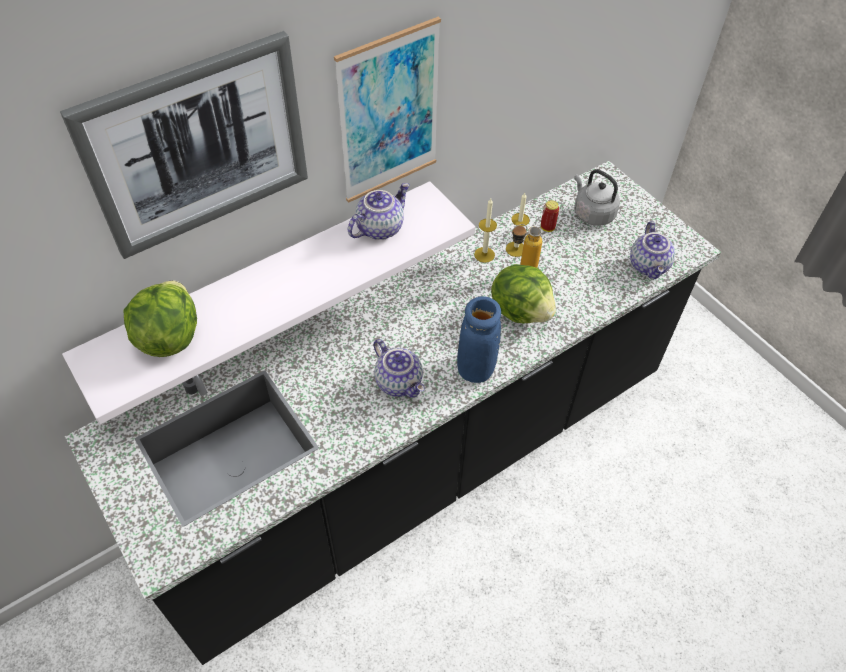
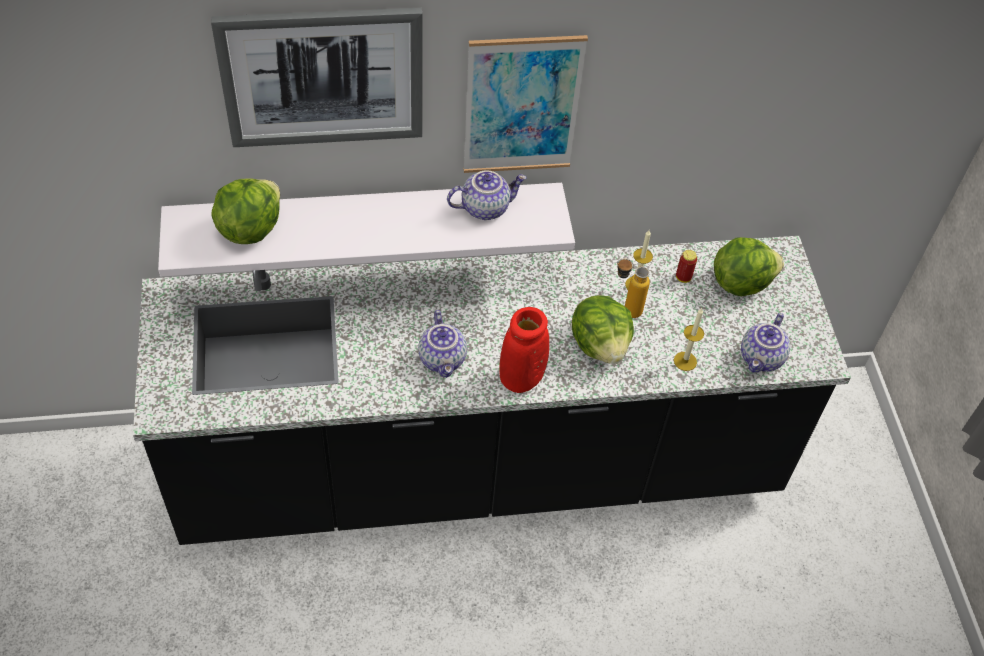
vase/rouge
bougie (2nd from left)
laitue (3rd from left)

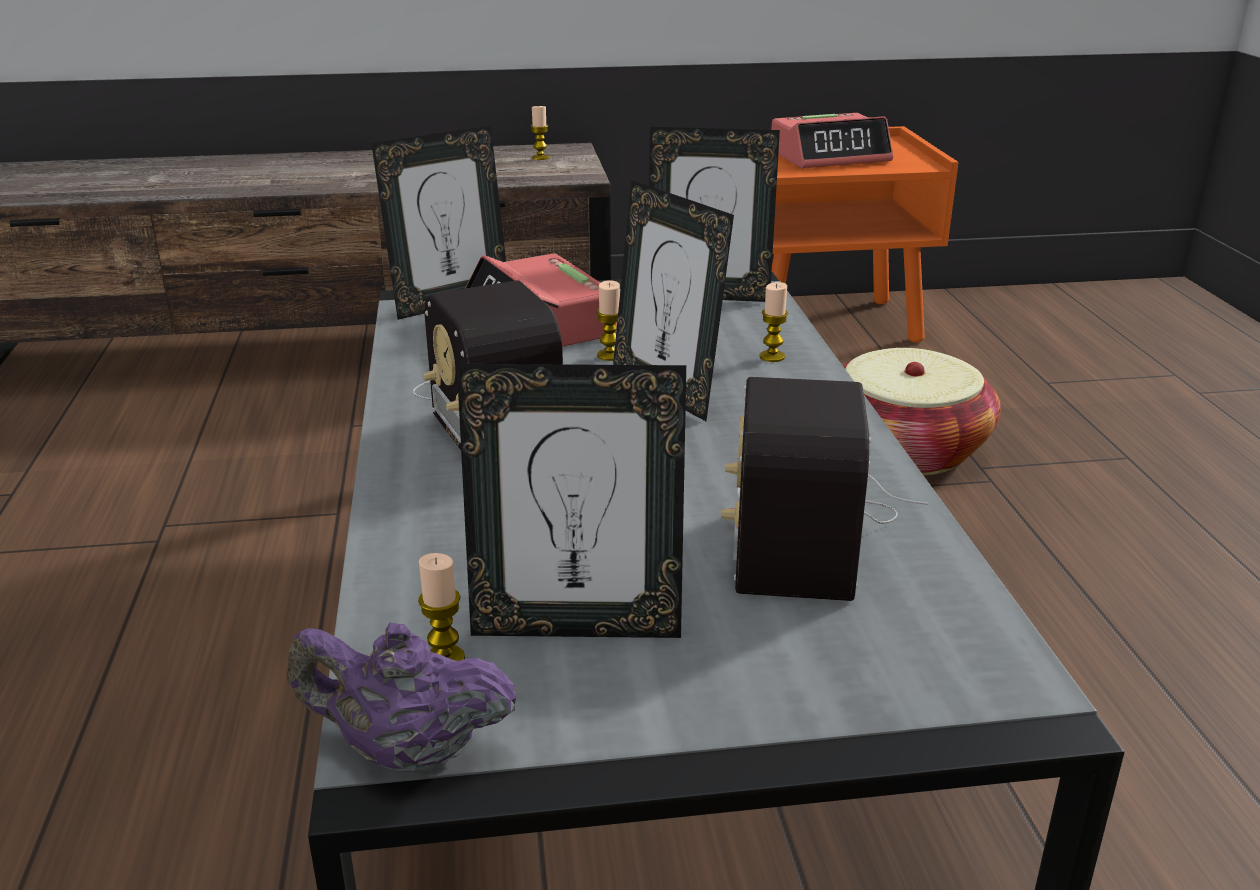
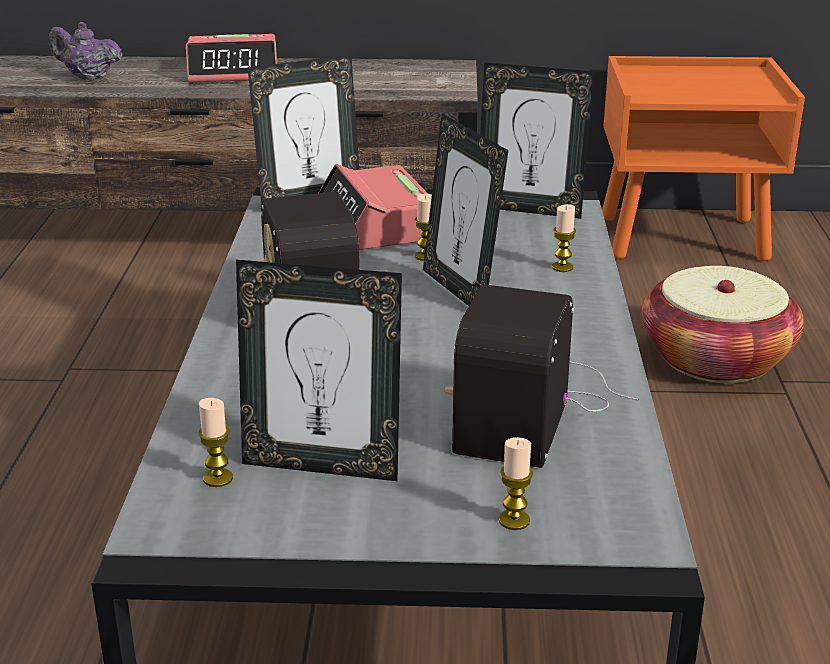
théière/violet
réveil (1st from left)
bougie (3rd from left)

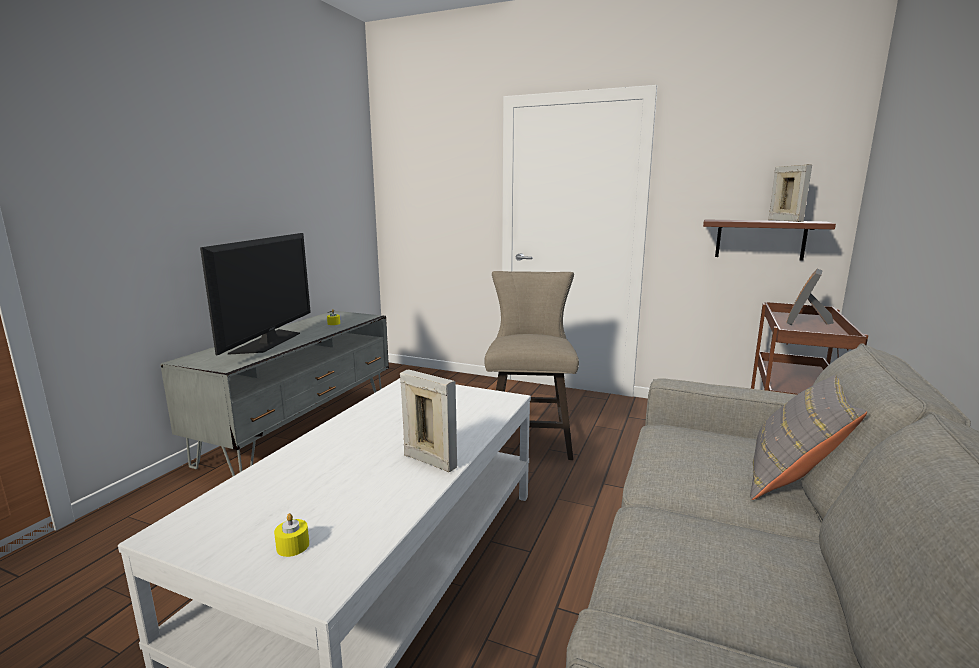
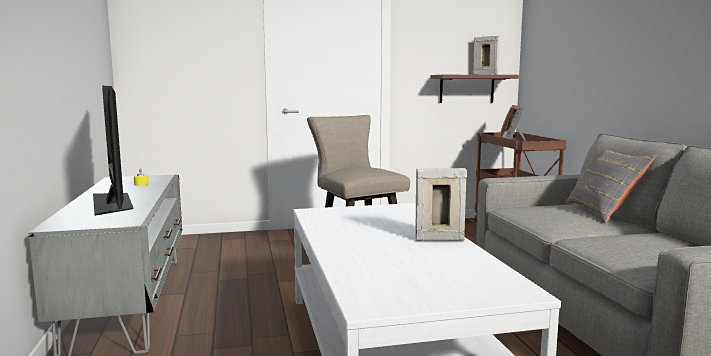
bougie/jaune (1st from left in the first image)

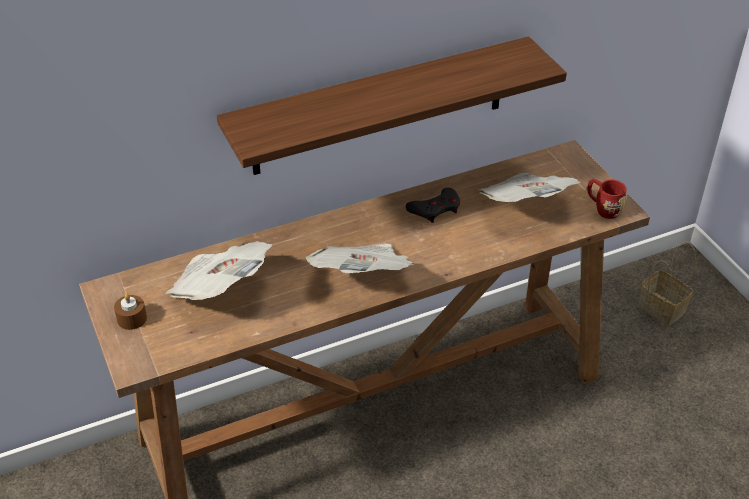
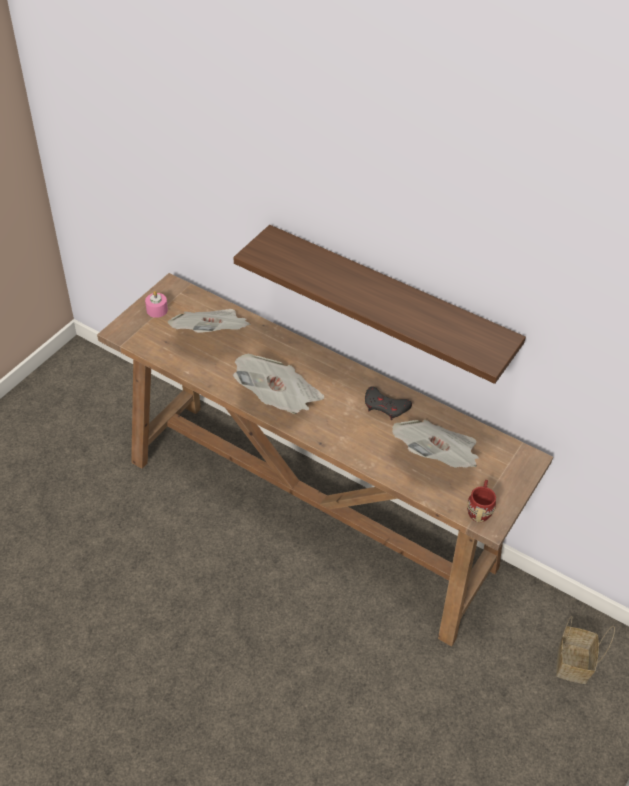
bougie/rose

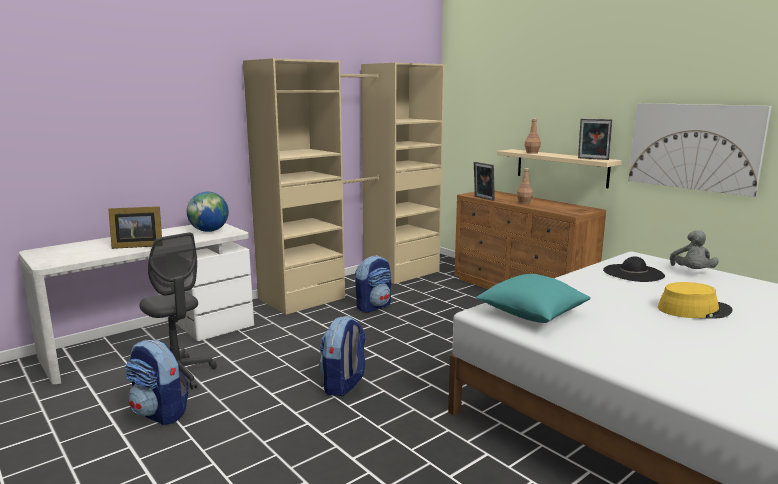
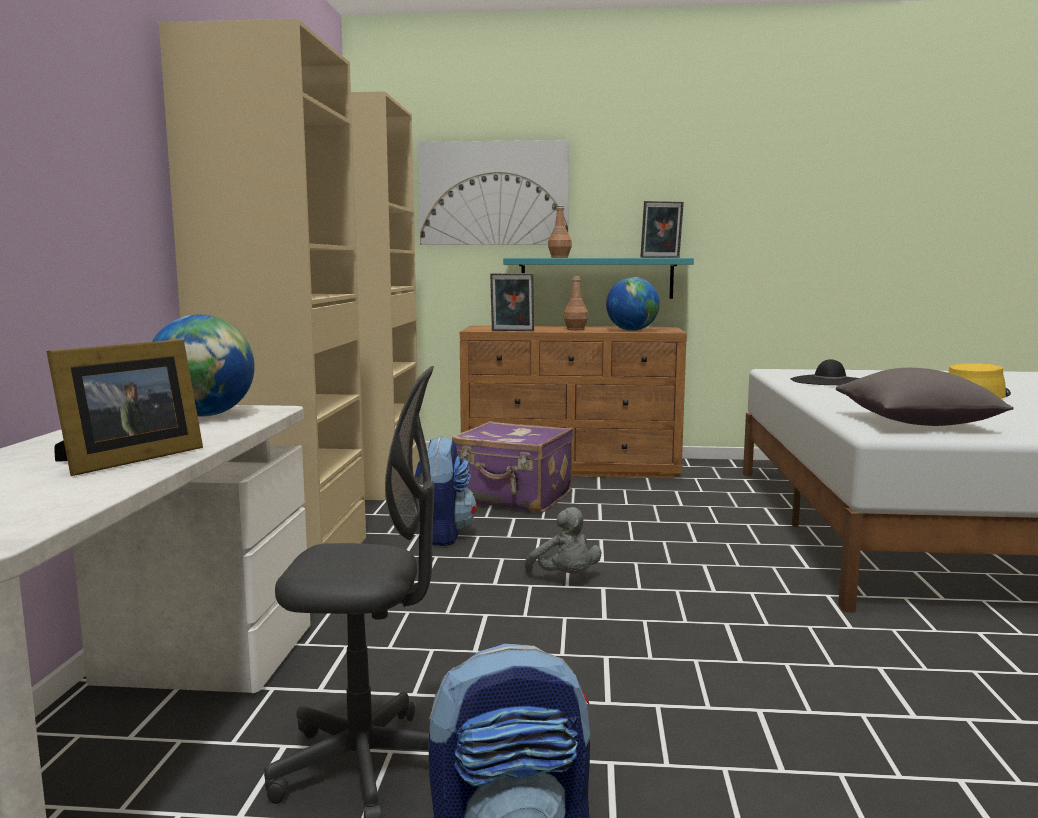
tableau
valise/violet
étagère/turquoise
peluche/gris
globe (2nd from left)
coussin/gris
sac à dos (2nd from left in the first image)

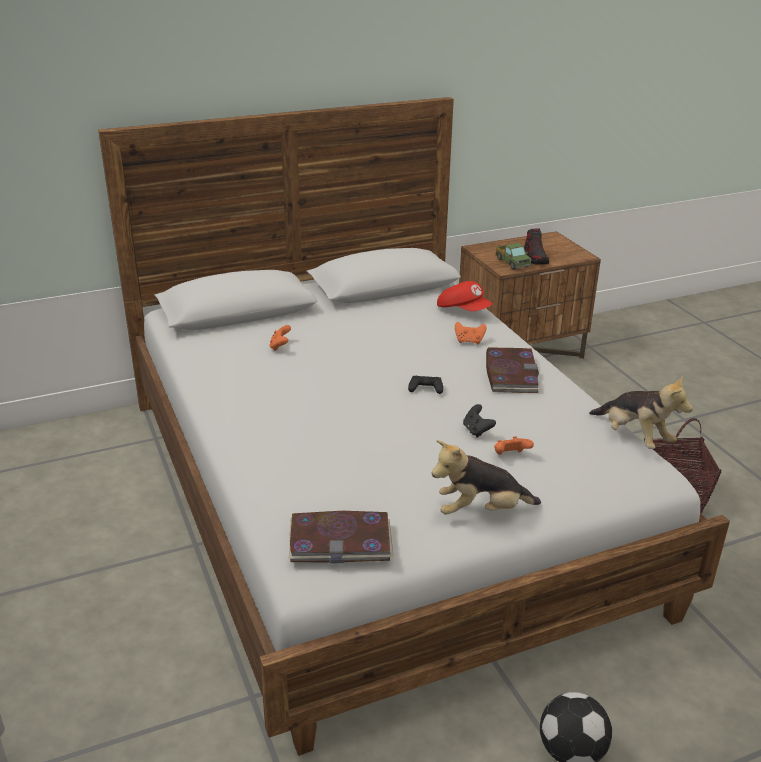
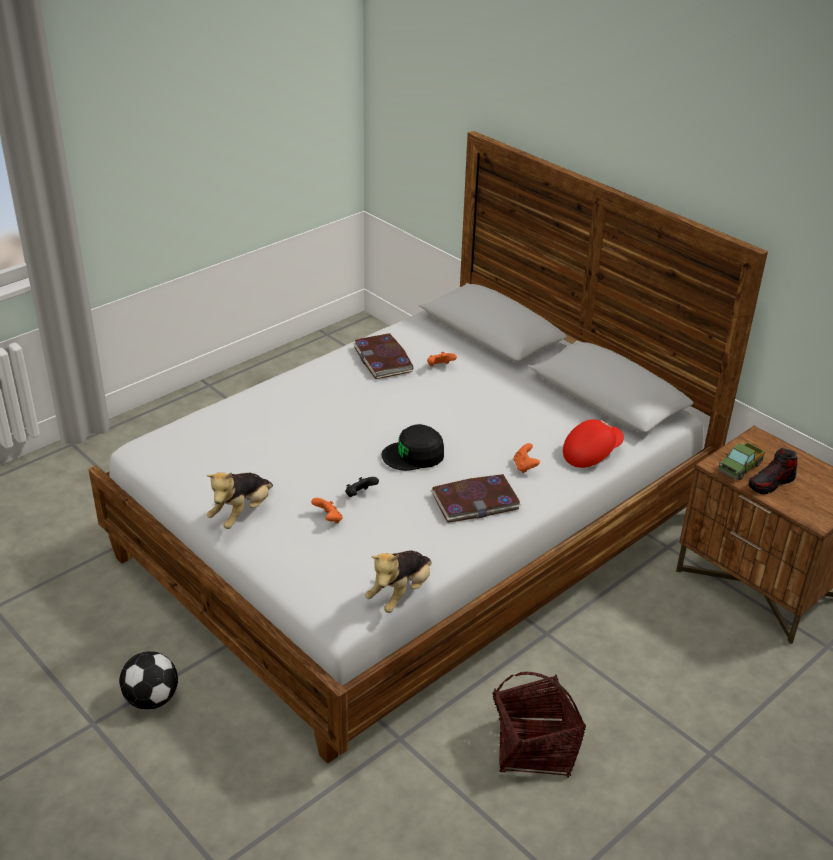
peluche (1st from left)
livre (1st from left)
casquette/noir
casquette/rouge

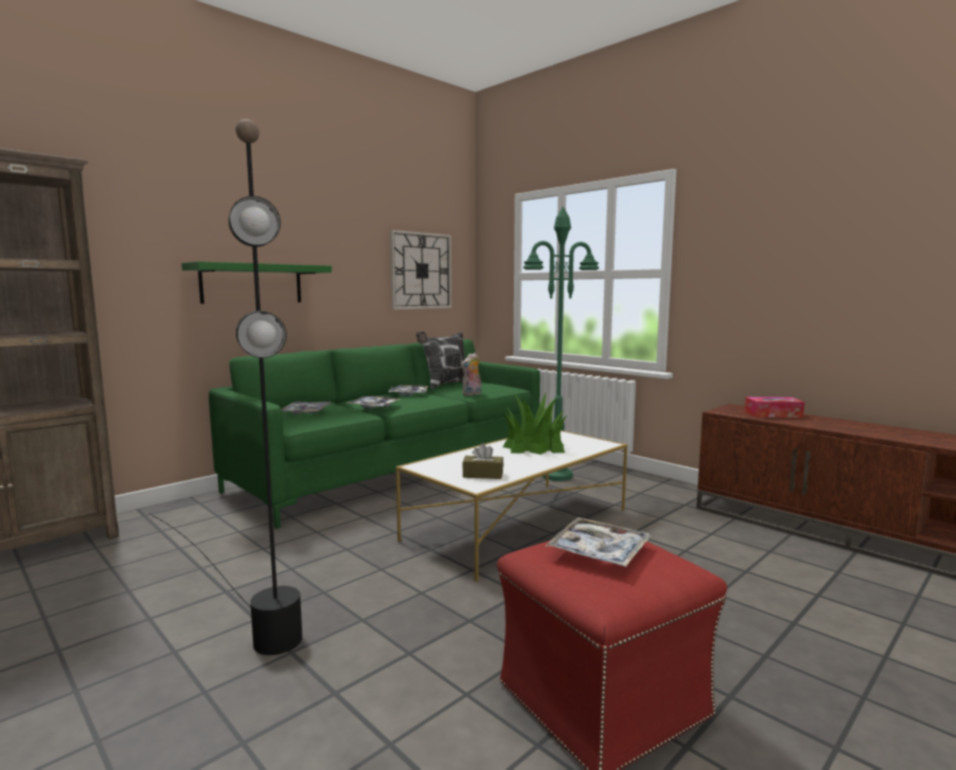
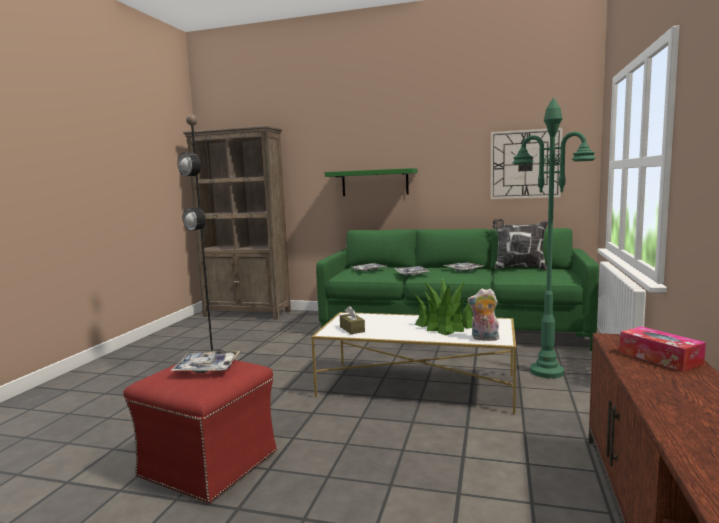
peluche

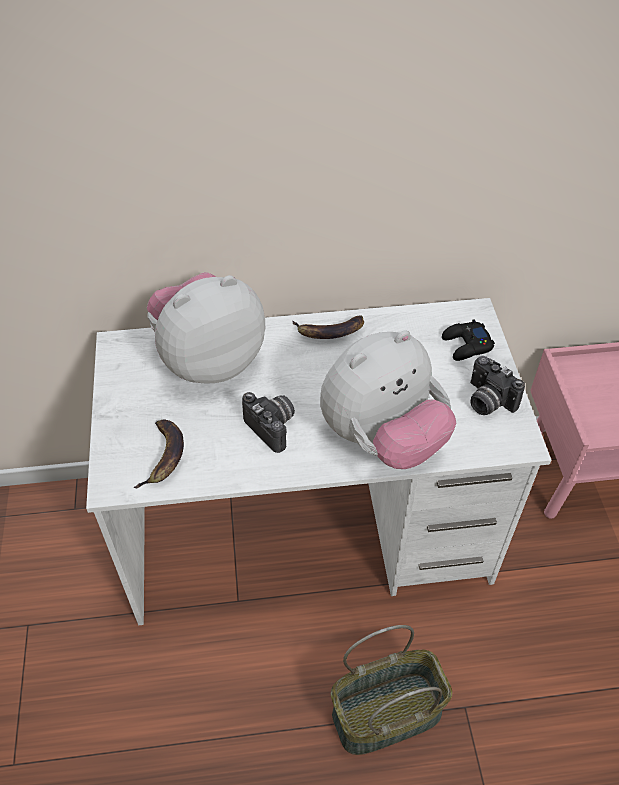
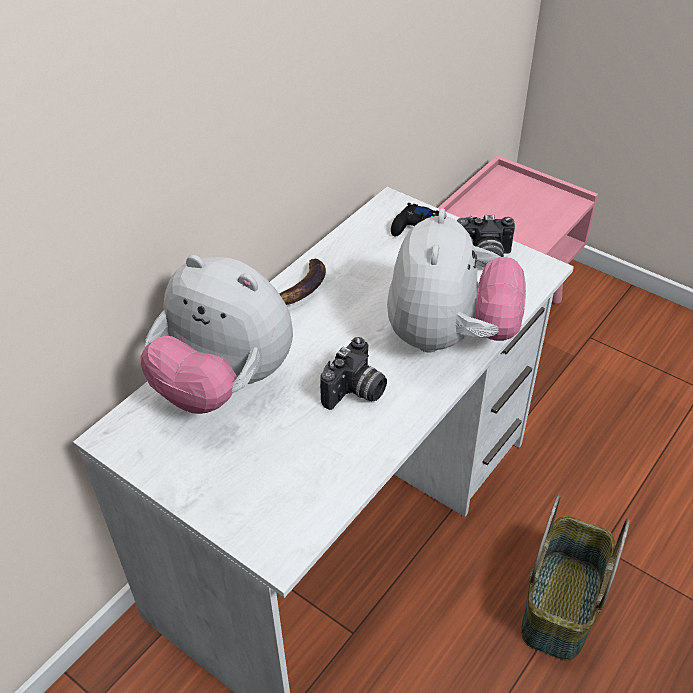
peluche (1st from left)
appareil photo (1st from left)
banane (1st from left in the first image)

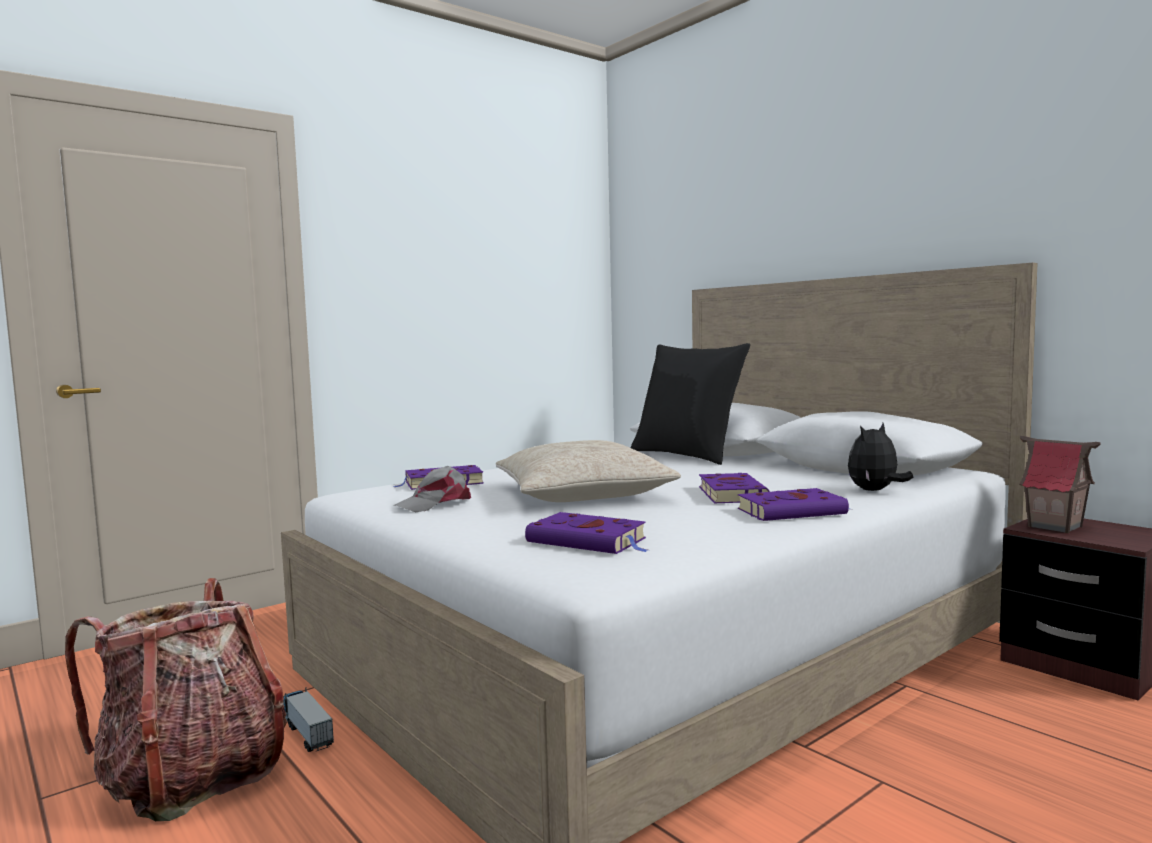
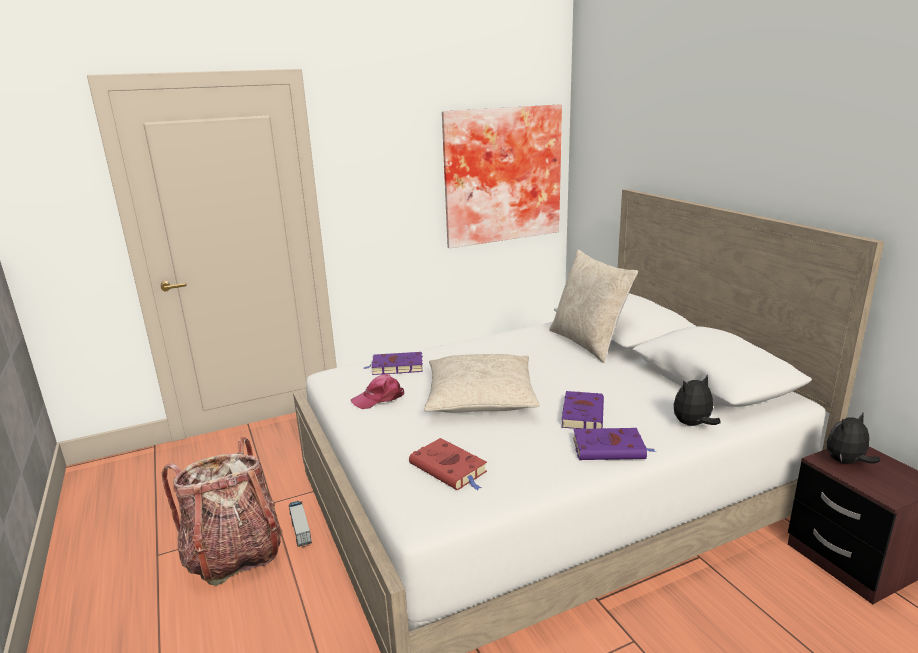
casquette/rose
livre/rouge
tableau
coussin/beige (2nd from left)
peluche (2nd from left)

